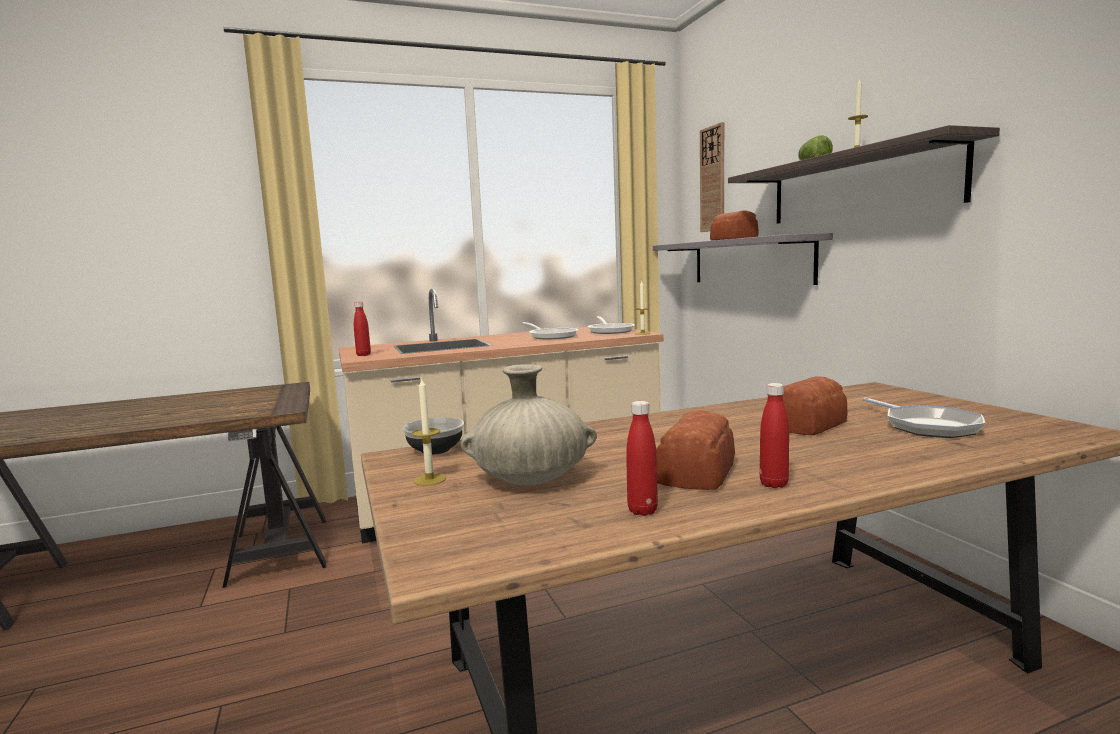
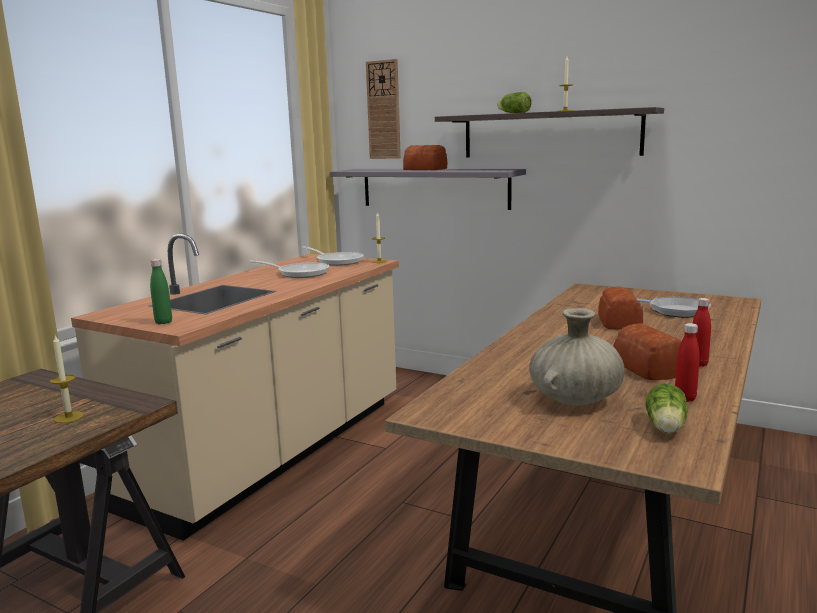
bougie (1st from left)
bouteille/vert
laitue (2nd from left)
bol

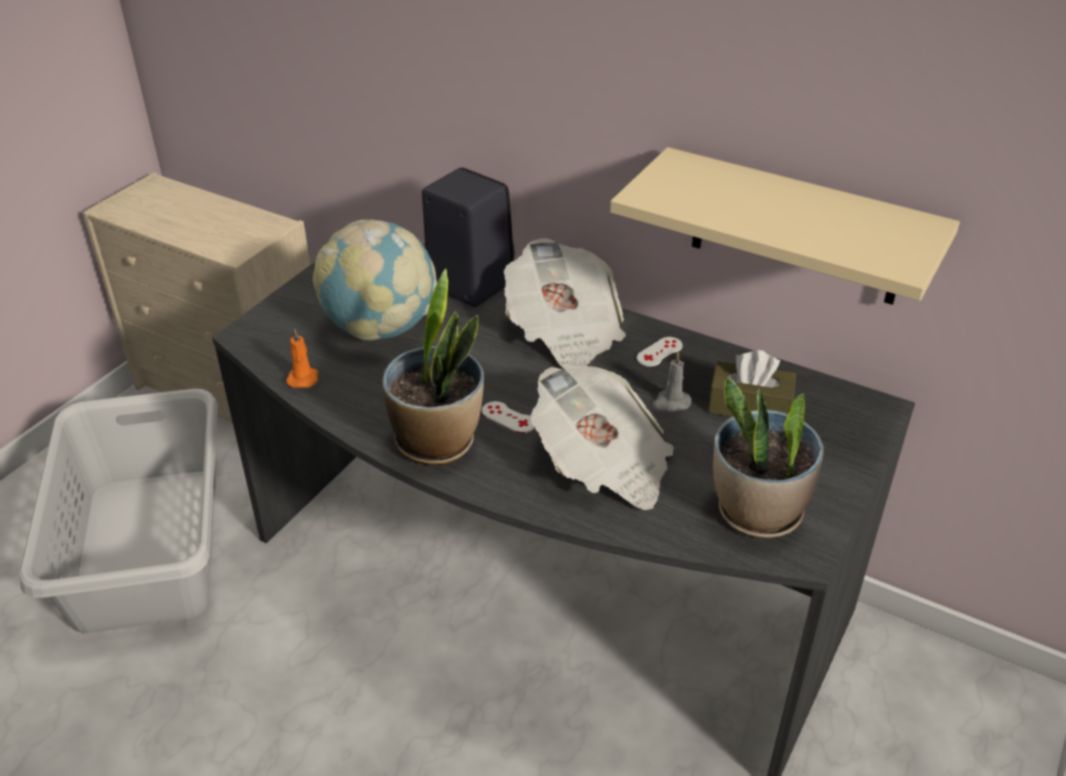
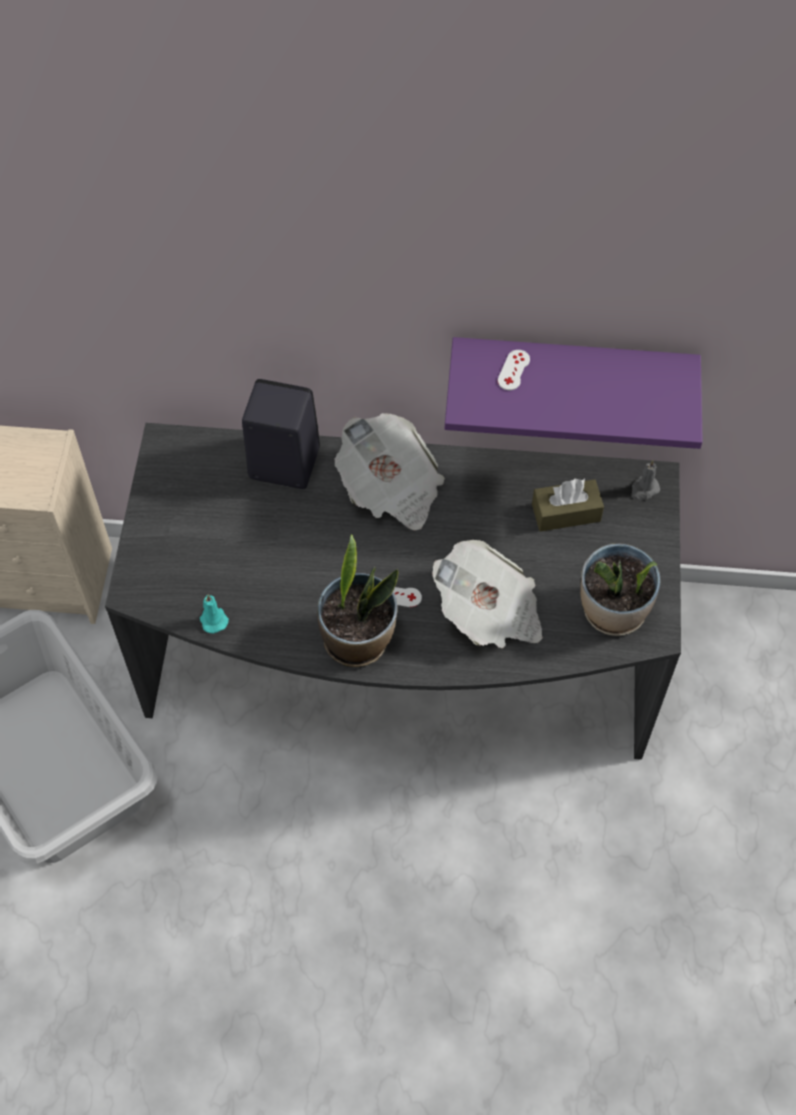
bougie/turquoise
étagère/violet
manette/blanc (2nd from left)
bougie/gris
globe

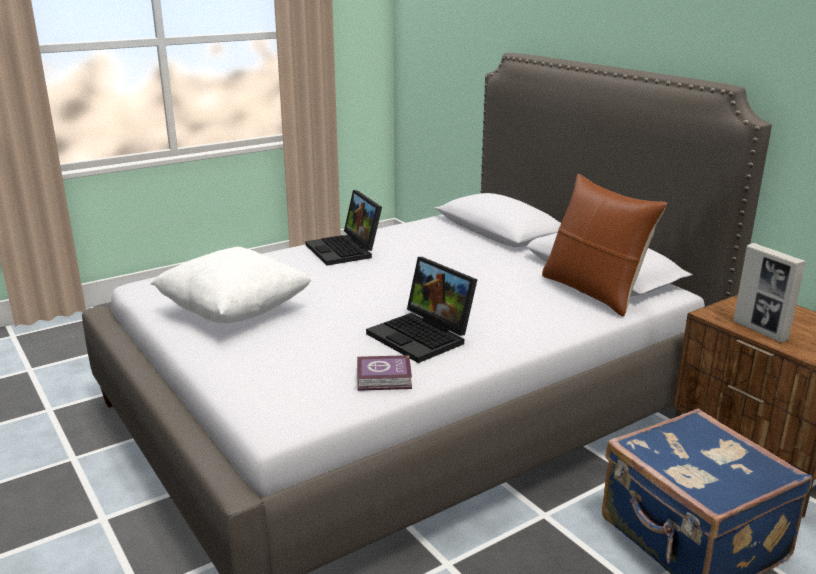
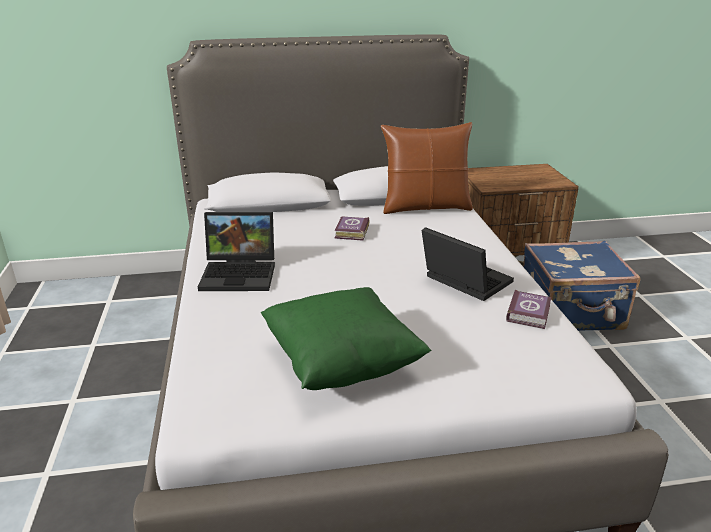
coussin/vert
livre (1st from left)
ordinateur portable (2nd from left)
cadre photo

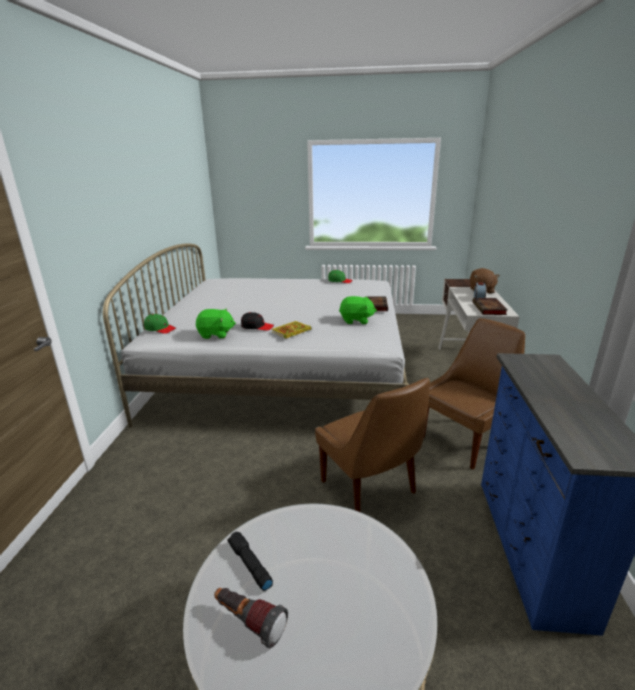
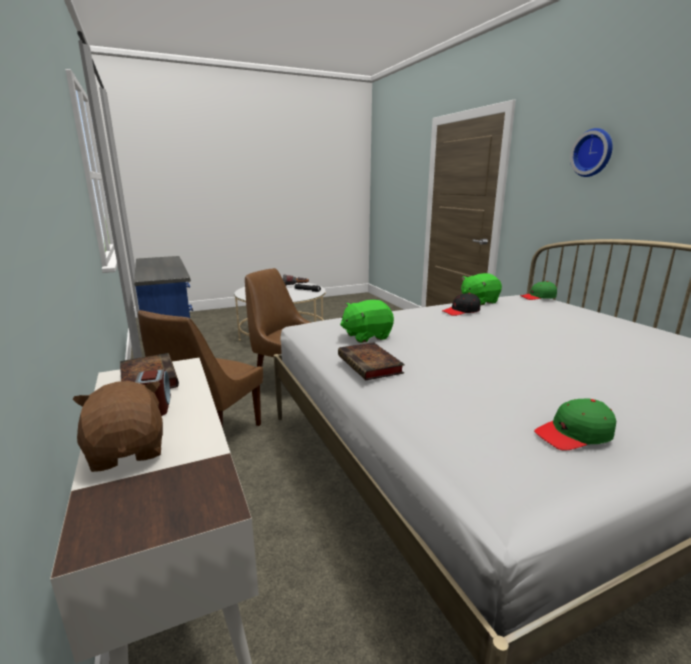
horloge murale
livre (1st from left in the first image)

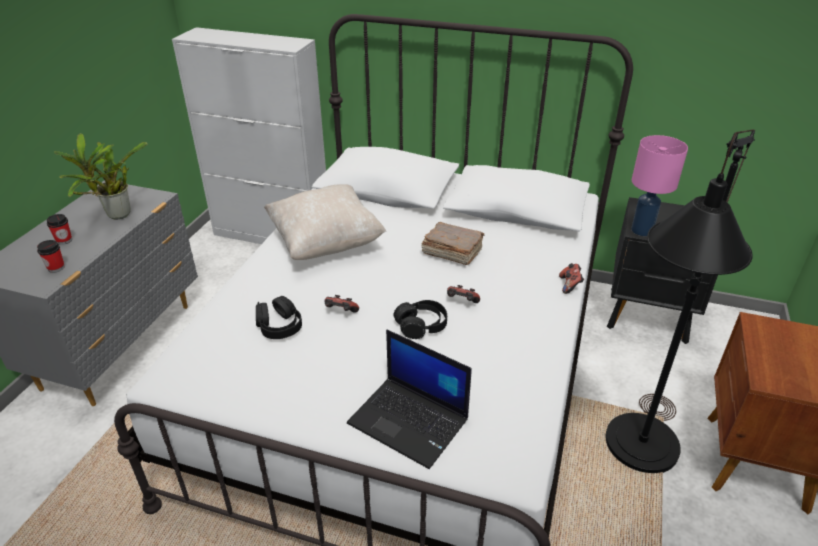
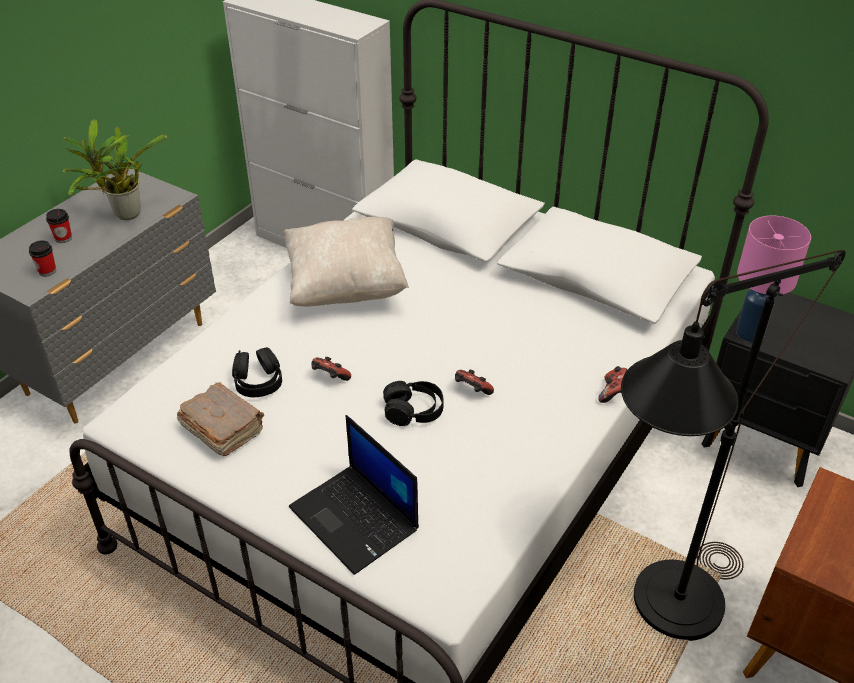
livre/marron

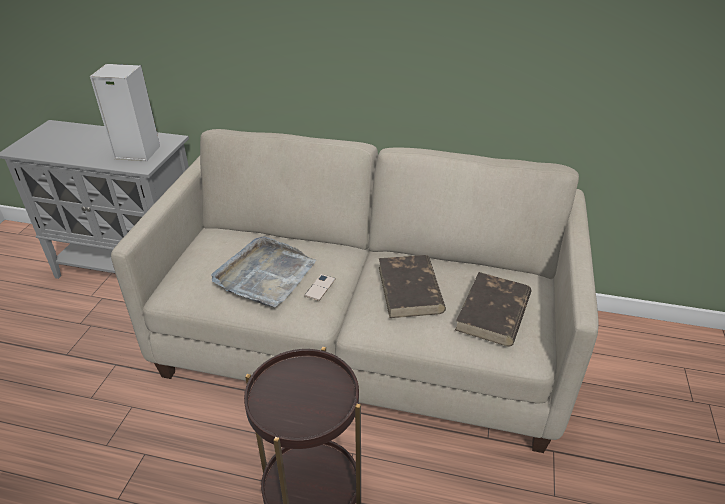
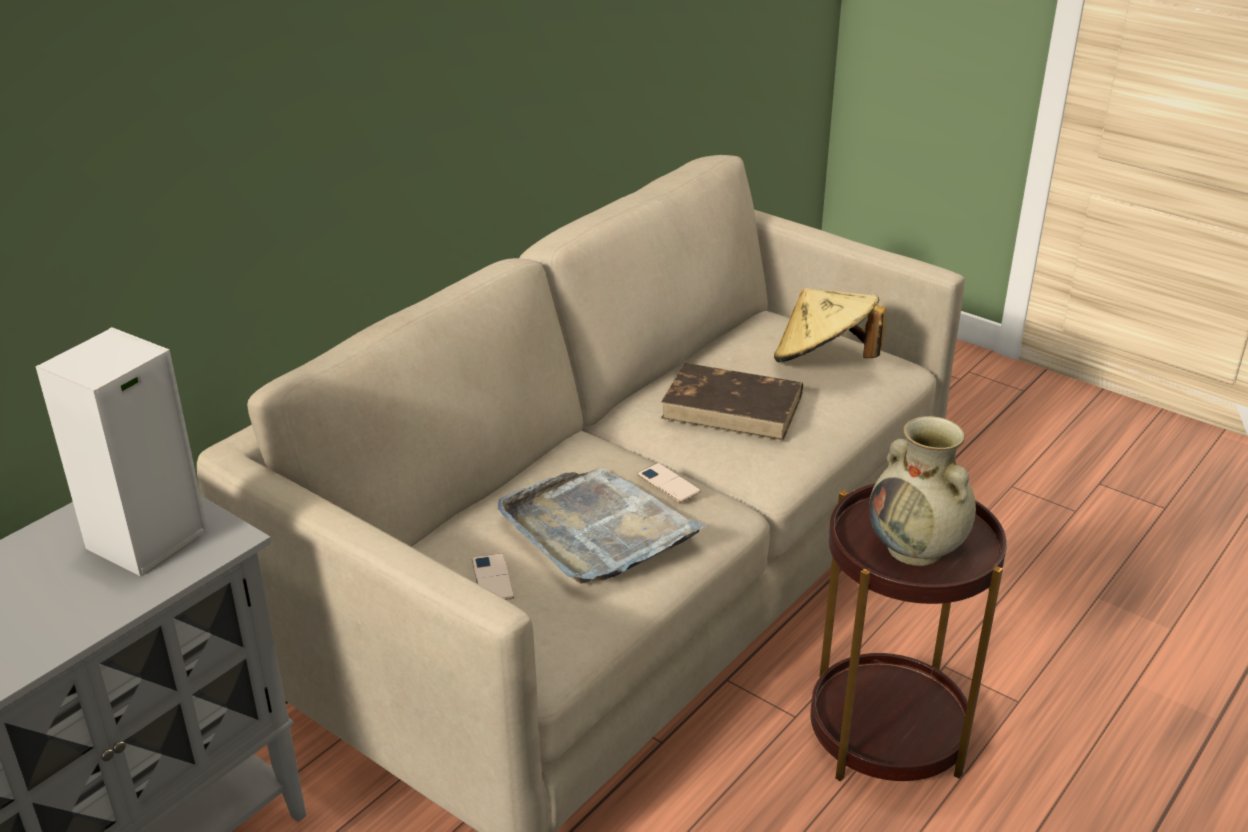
téléphone (1st from left)
chapeau/beige
vase/beige

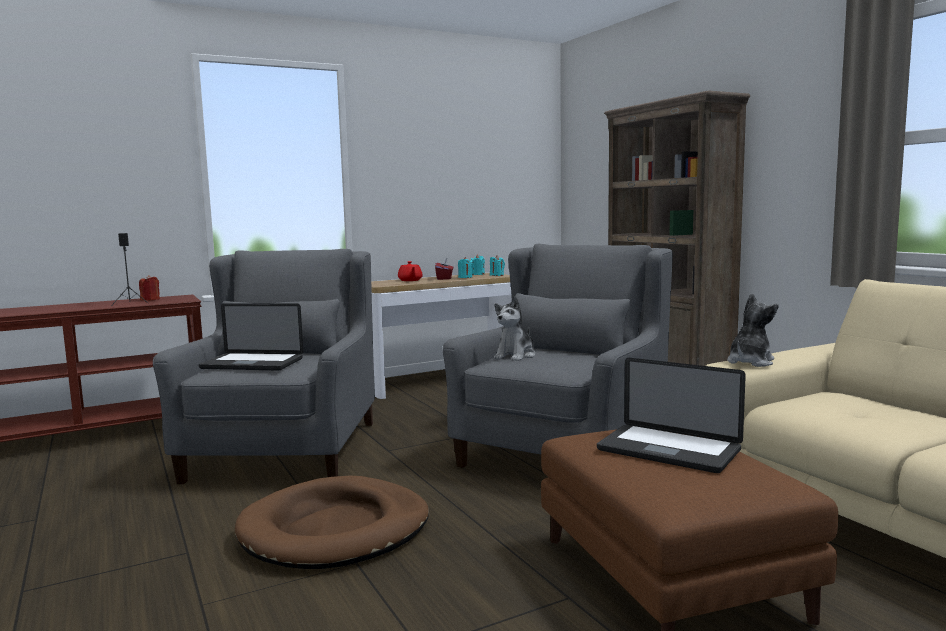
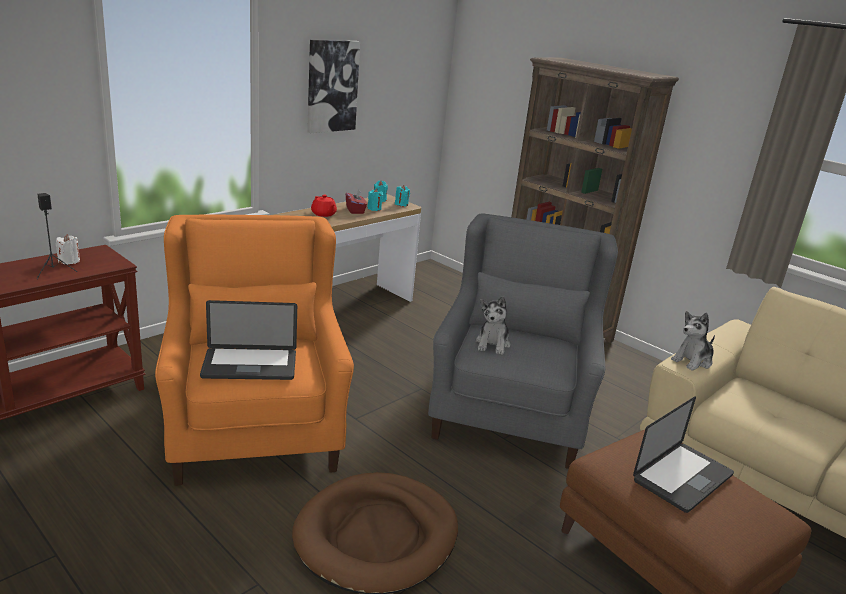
bougie/blanc
fauteuil/orange
tableau
ordinateur portable (2nd from left)
peluche (2nd from left)

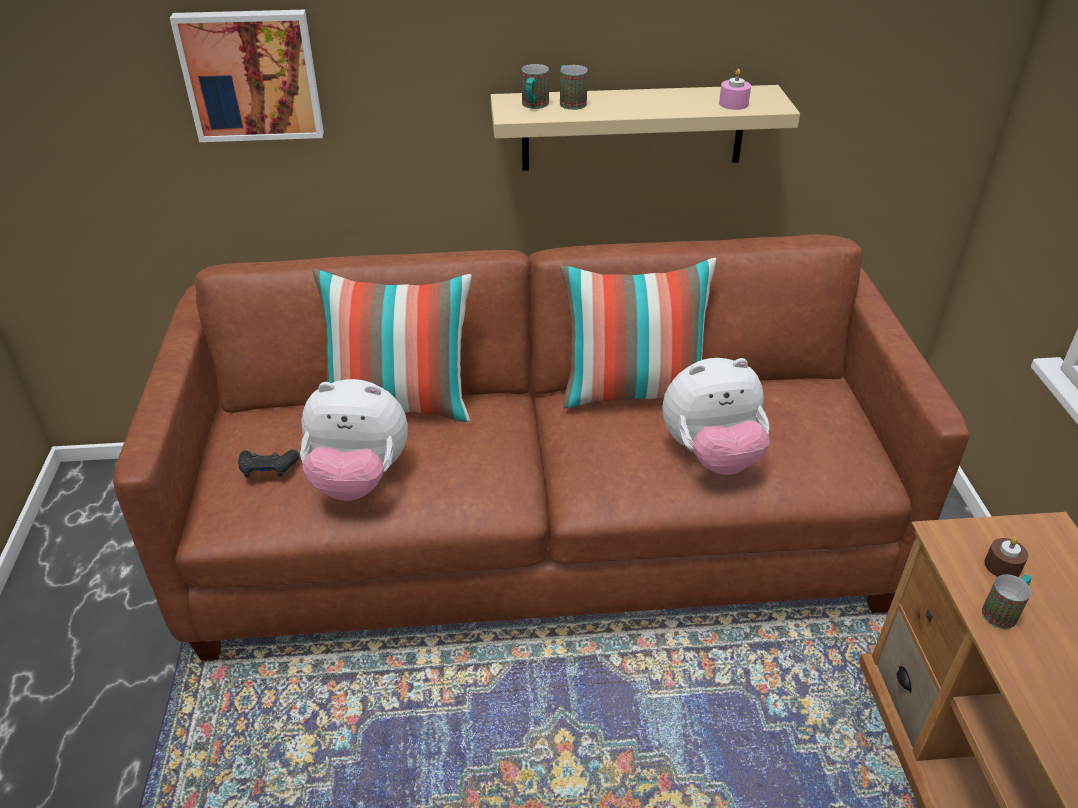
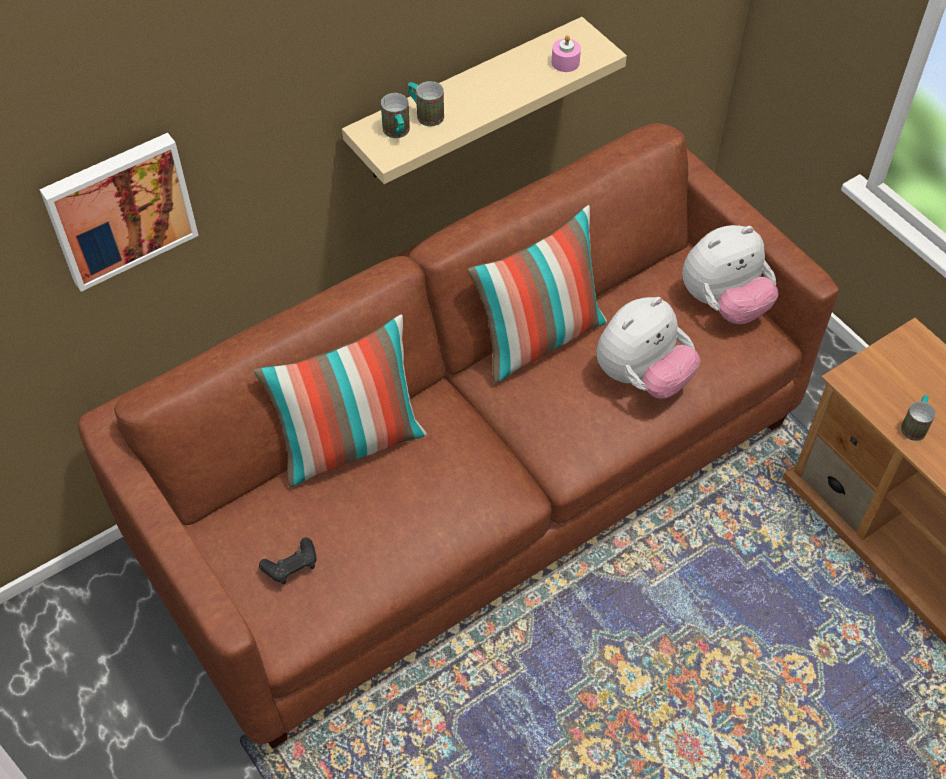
peluche (2nd from left)
bougie/marron

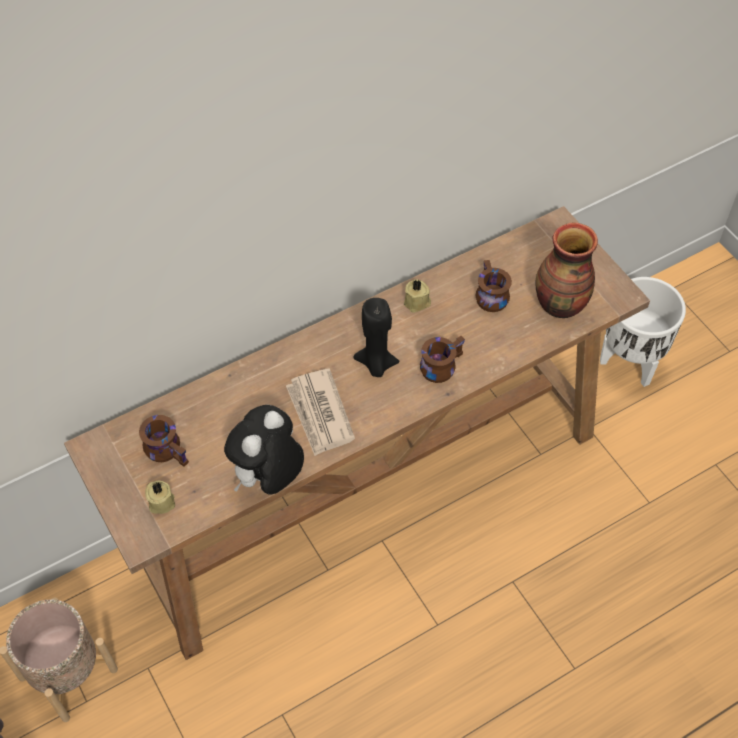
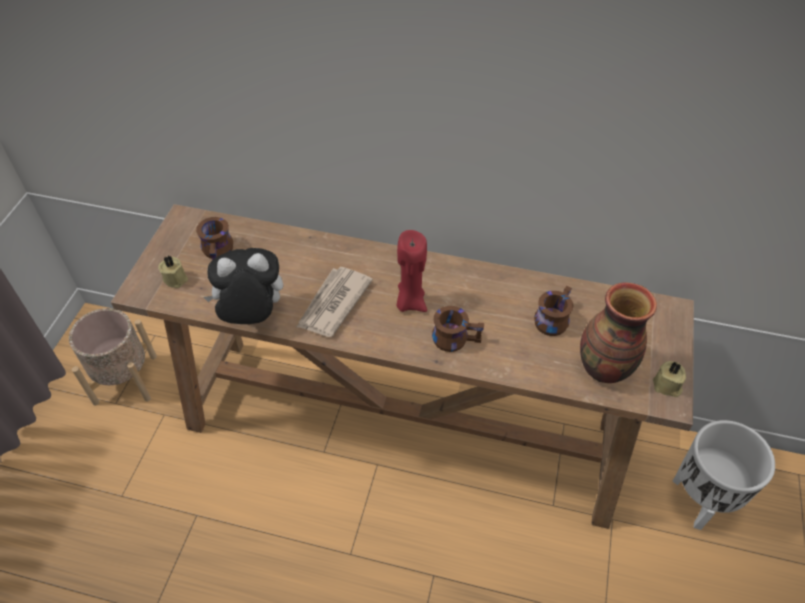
bougie/rouge
bougie/beige (2nd from left)

